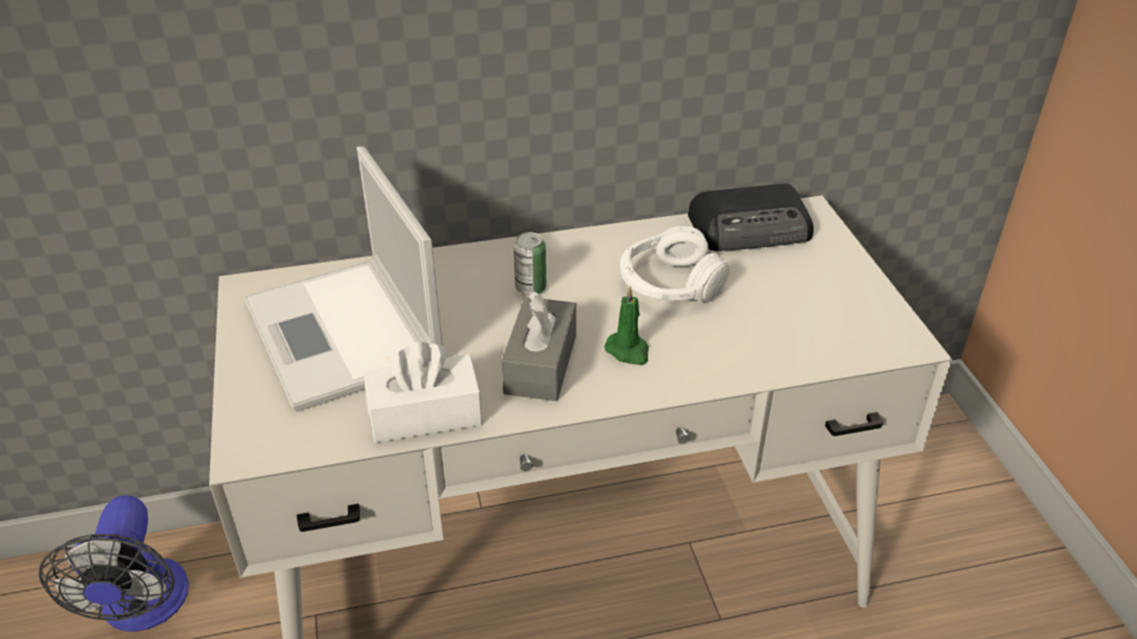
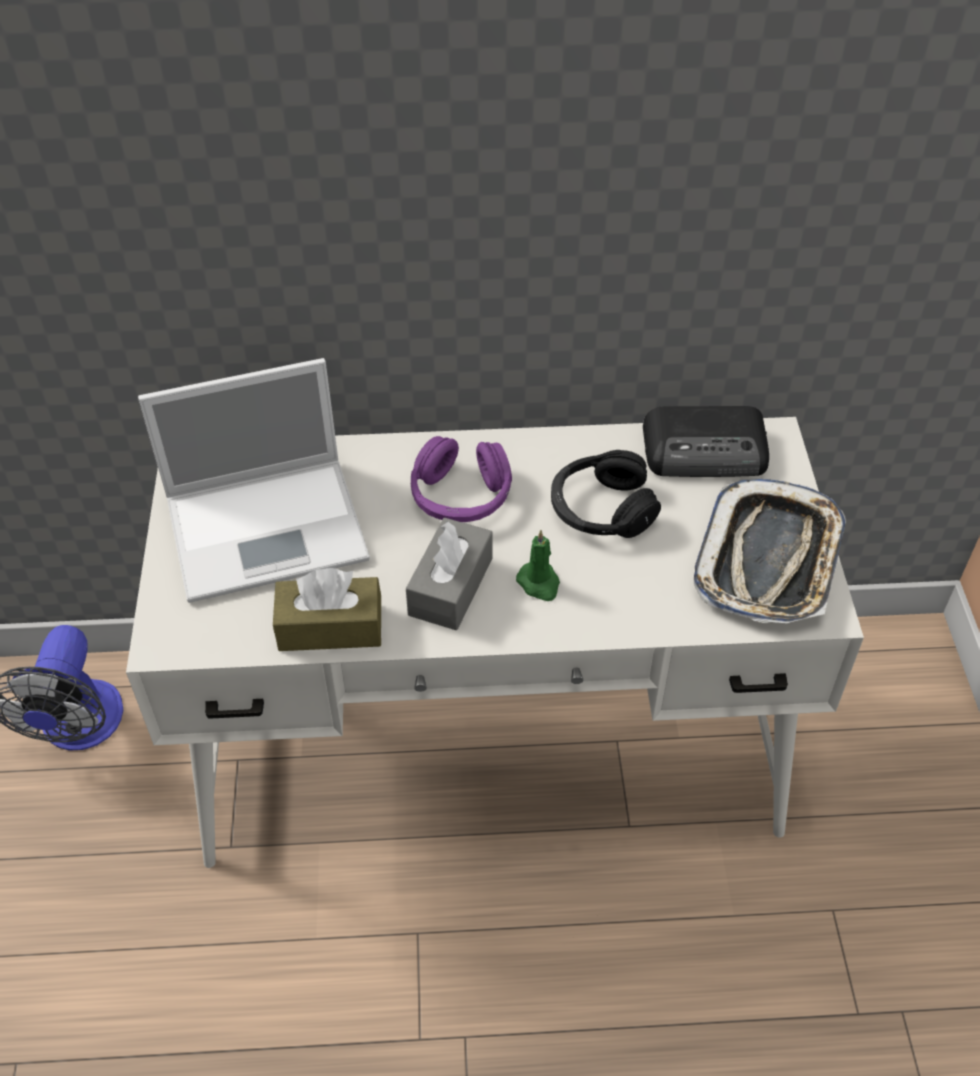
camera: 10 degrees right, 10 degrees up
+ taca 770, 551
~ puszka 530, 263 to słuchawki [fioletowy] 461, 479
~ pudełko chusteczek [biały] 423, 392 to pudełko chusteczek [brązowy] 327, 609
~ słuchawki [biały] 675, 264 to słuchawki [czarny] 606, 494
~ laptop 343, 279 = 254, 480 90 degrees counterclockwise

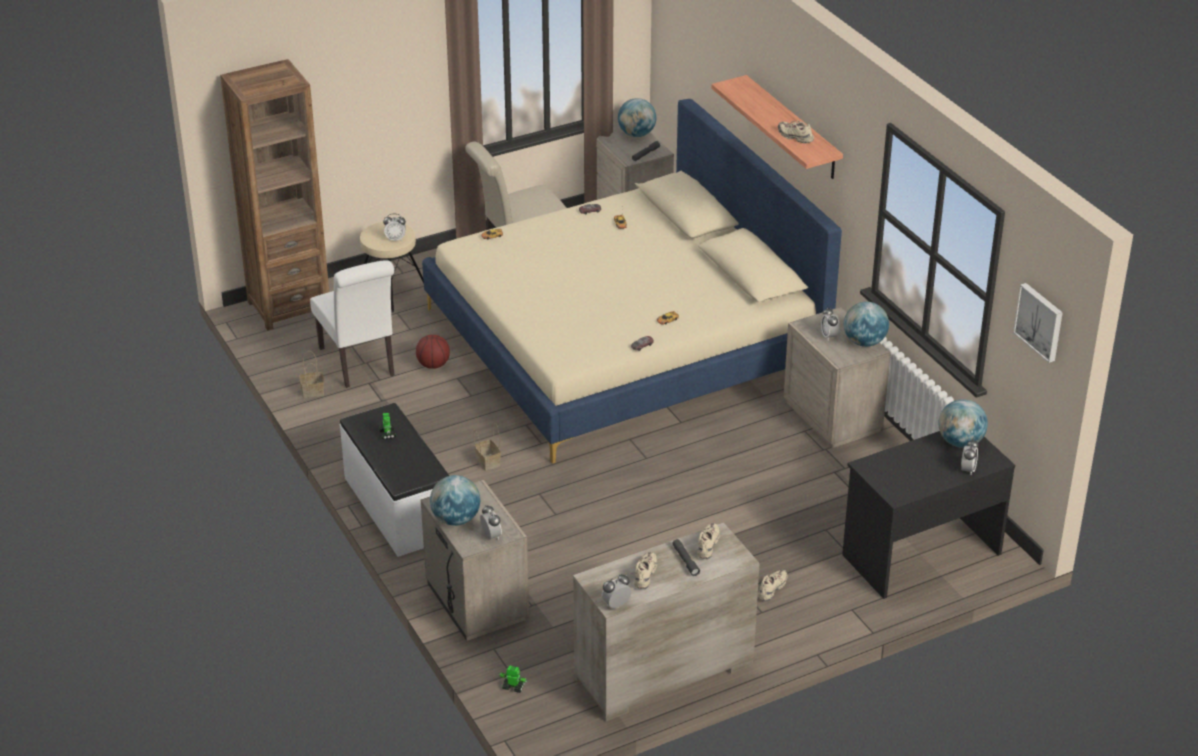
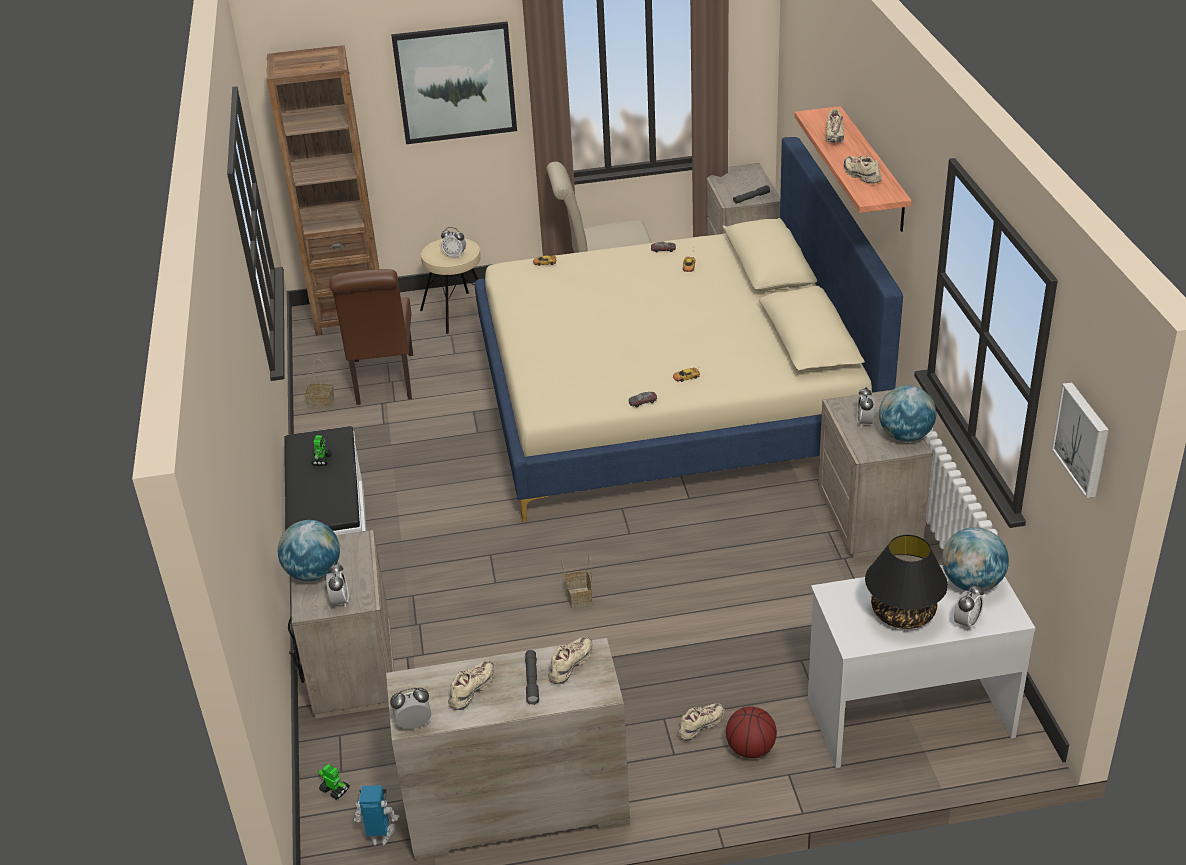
camera: 20 degrees right, 0 degrees up
- globus 637, 117
+ robot zabawkowy 377, 815
+ obraz 454, 83
+ but [beżowy] 835, 126
+ lampa stołowa [czarny] 906, 582
~ piłka do koszykówki 433, 352 to 751, 732
~ koszyk 487, 447 to 576, 581
~ krzesło [biały] 352, 324 to krzesło [brązowy] 371, 337
~ biurko [czarny] 928, 515 to biurko [biały] 921, 666

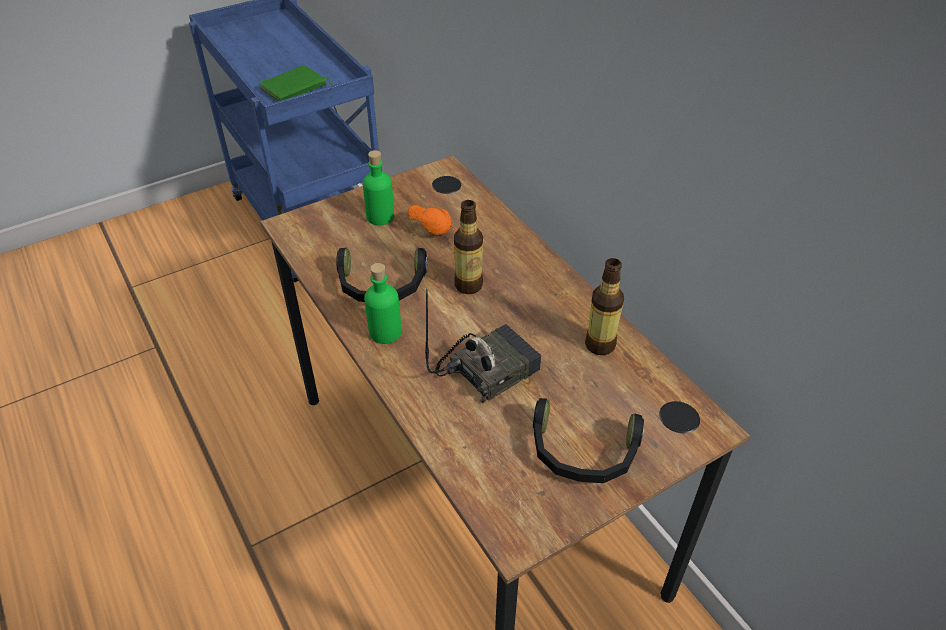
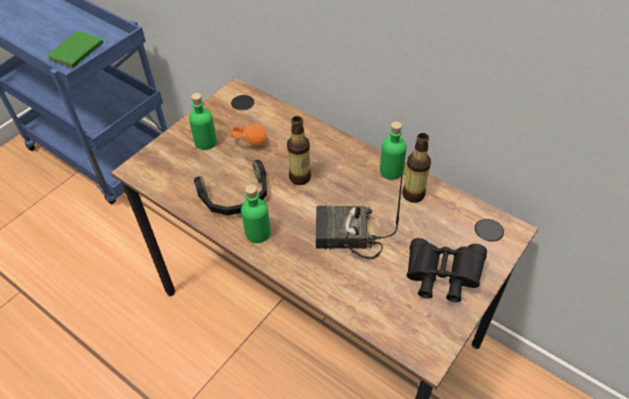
camera: 20 degrees left, 5 degrees up
+ butelka [zielony] 393, 150
~ słuchawki [czarny] 588, 440 to lornetka [czarny] 447, 270
~ radio 483, 346 = 359, 217 120 degrees counterclockwise

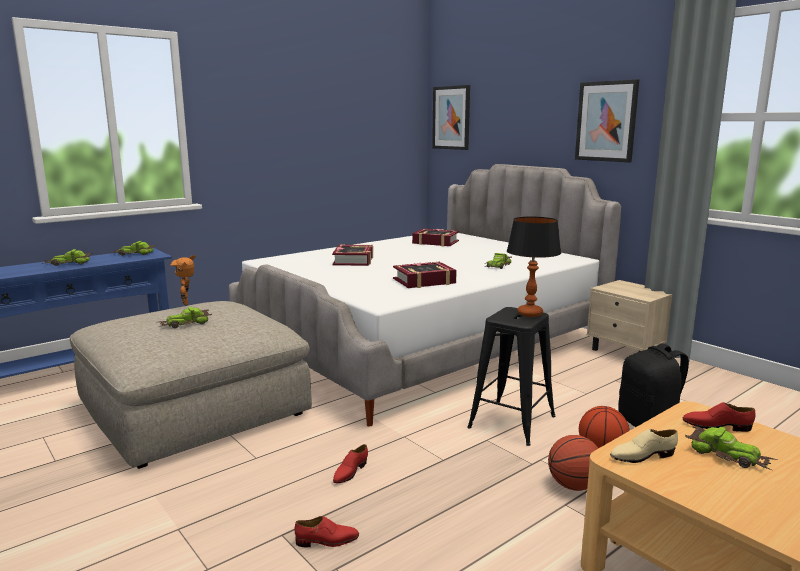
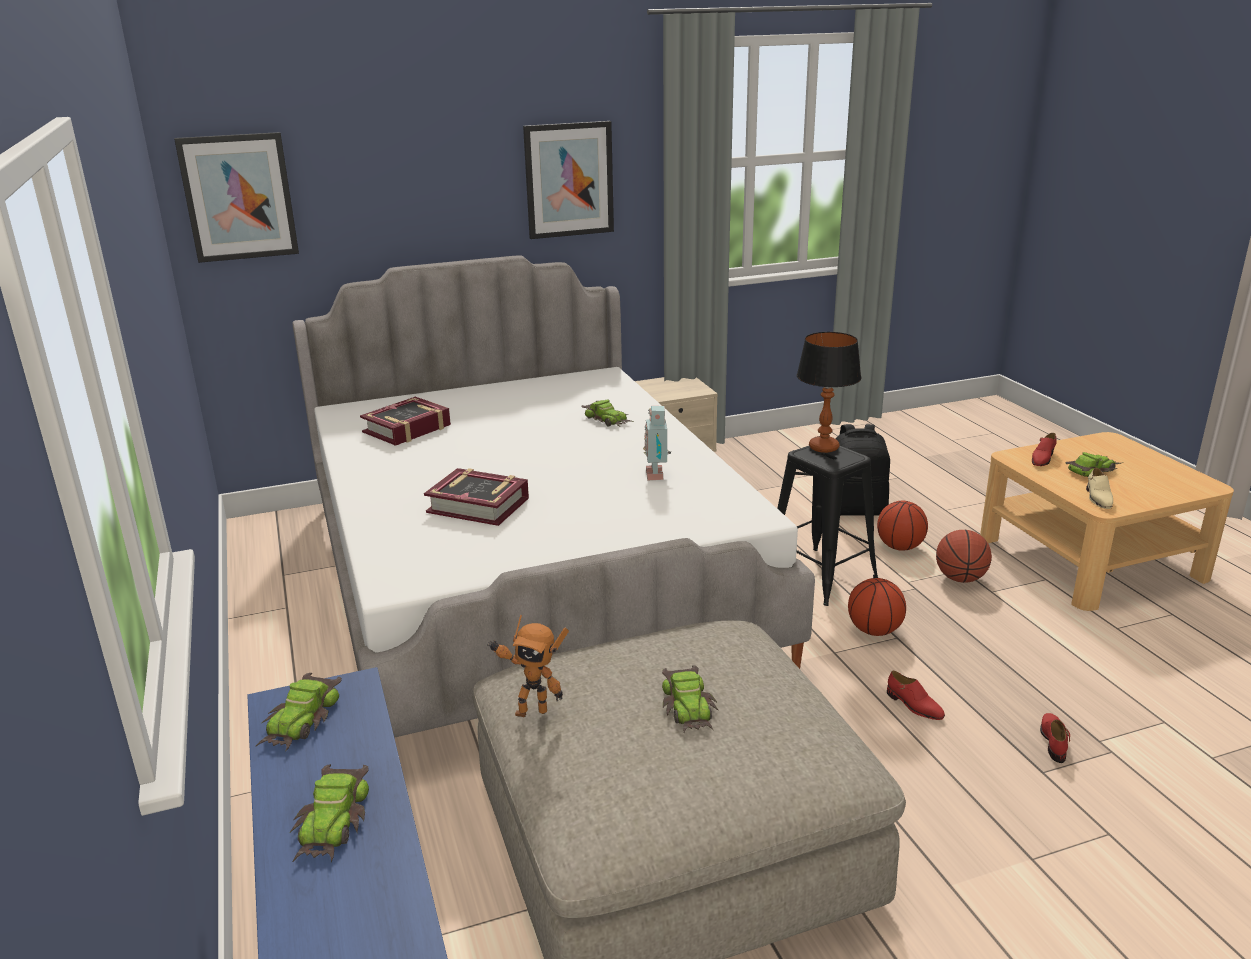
camera: 70 degrees left, 10 degrees up
+ piłka do koszykówki 877, 607
~ książka 425, 275 to robot zabawkowy 657, 443

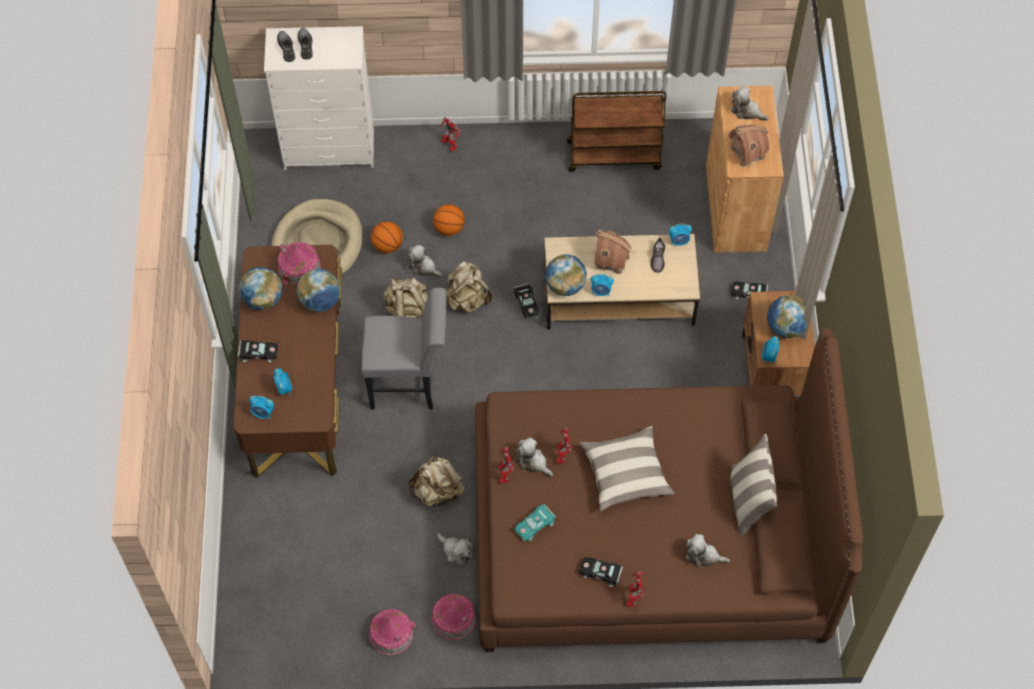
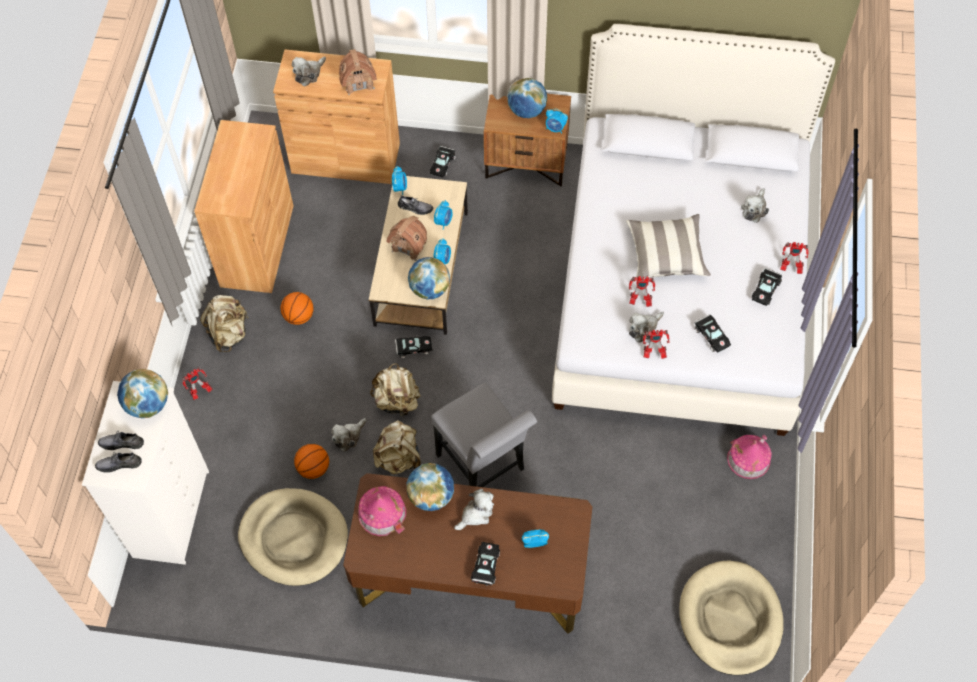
camera: 80 degrees left, 0 degrees up
- domek 392, 632
- poduszka 753, 485
+ legowisko [beżowy] 731, 618
~ globus 261, 288 to 142, 393
~ budzik 261, 407 to 443, 215
~ plecak [beżowy] 436, 481 to 224, 323
~ piłka do koszykówki 449, 220 to 297, 308
~ pluszak 455, 548 to 474, 509
~ wózek [brązowy] 616, 131 to szafka [brązowy] 243, 206
~ łóżko [brązowy] 669, 490 to łóżko [biały] 693, 230
~ samochodzik [turkusowy] 535, 522 to samochodzik [czarny] 713, 333
~ krzesło [szary] 403, 348 = 484, 435 135 degrees clockwise

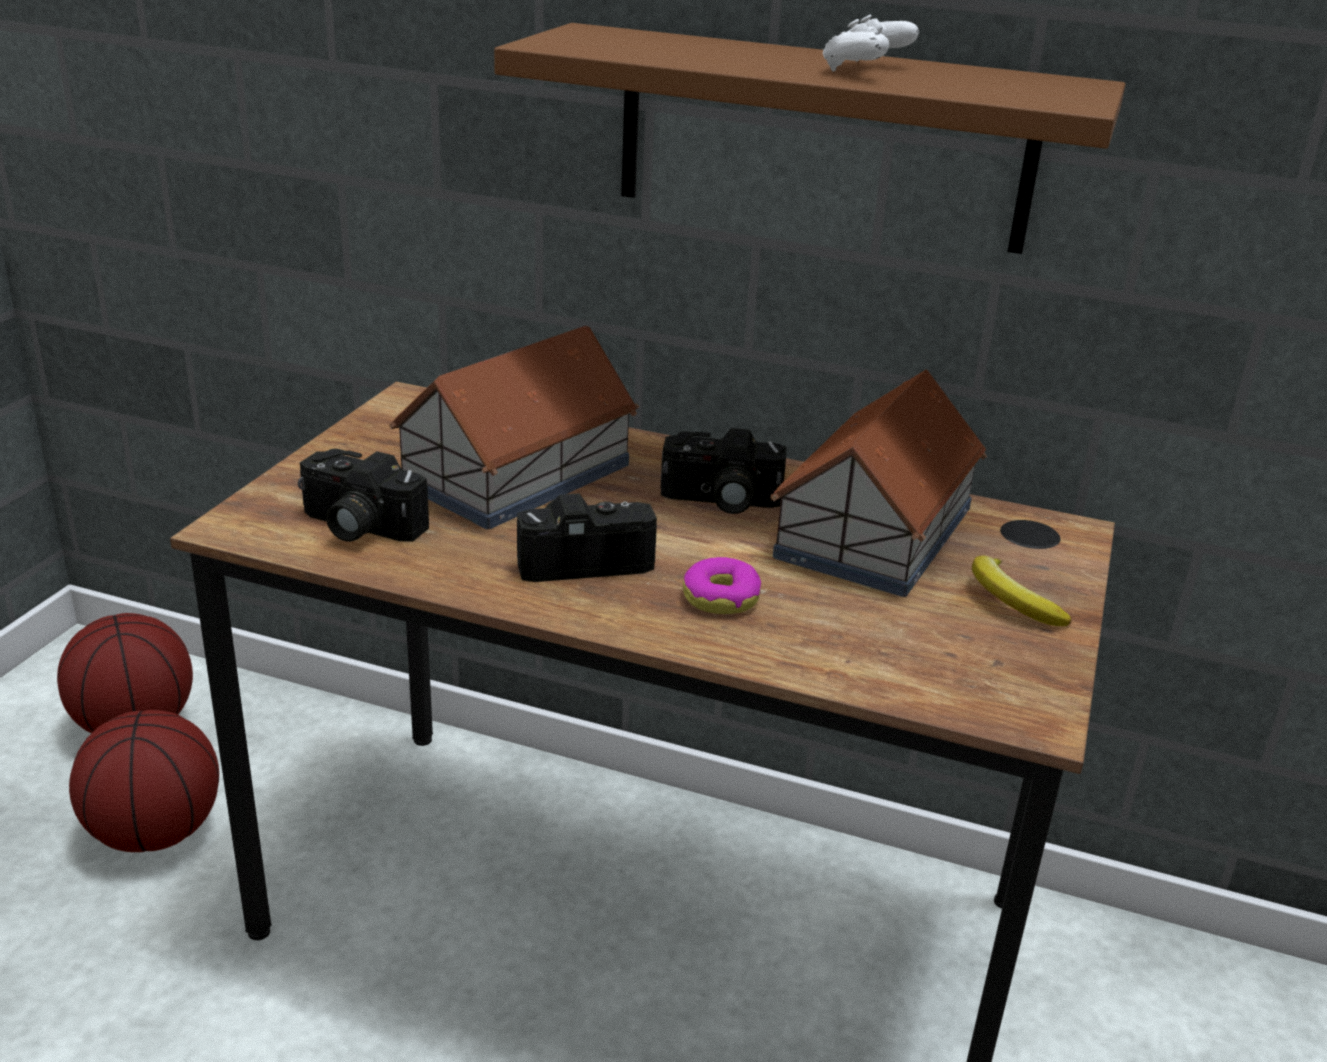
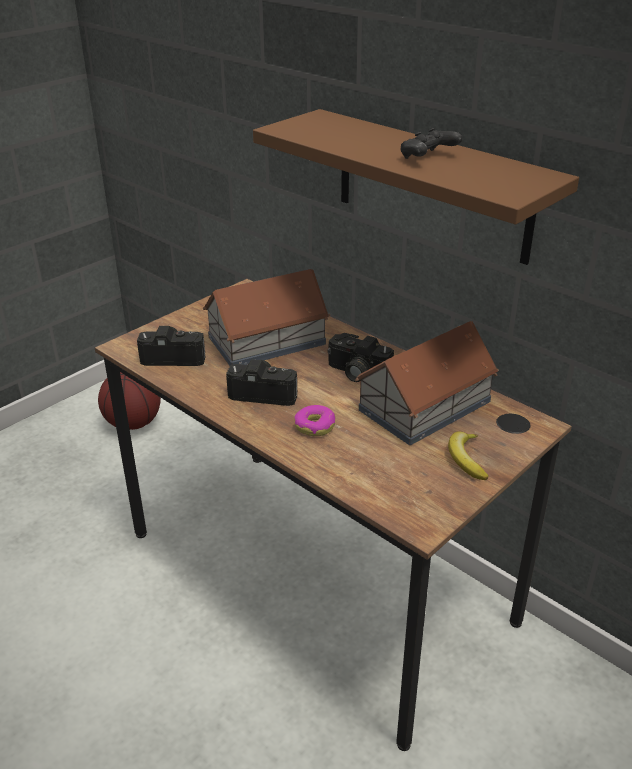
camera: 25 degrees right, 5 degrees up
- piłka do koszykówki 144, 781
~ pad do gier [biały] 871, 43 to pad do gier [czarny] 431, 143
~ aparat fotograficzny 363, 495 = 171, 346 135 degrees clockwise

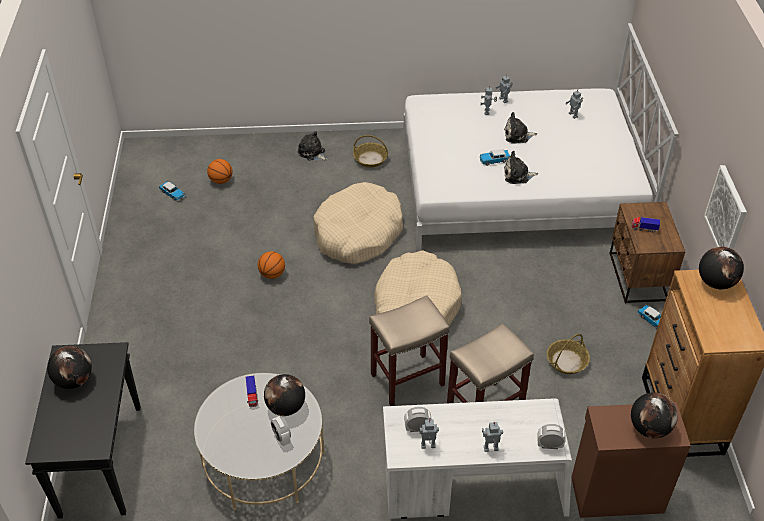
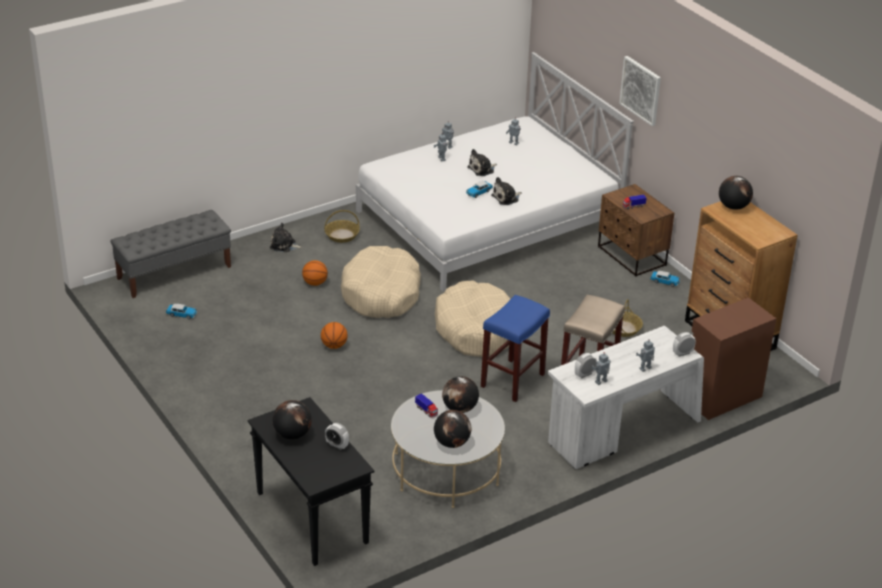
camera: 30 degrees left, 10 degrees down
+ ławka [szary] 171, 254
~ piłka do koszykówki 220, 171 to 315, 273
~ budzik 281, 431 to 337, 436
~ globus 654, 415 to 453, 429
~ obraz 725, 207 to 640, 91
~ stołek [beżowy] 409, 350 to stołek [niebieski] 515, 348

